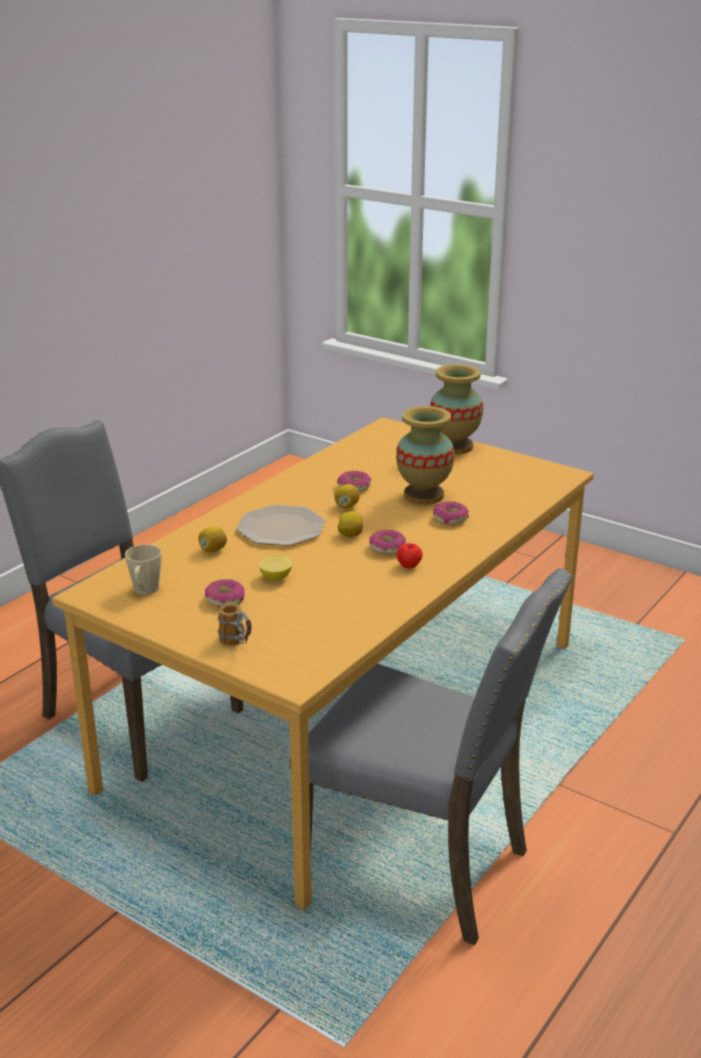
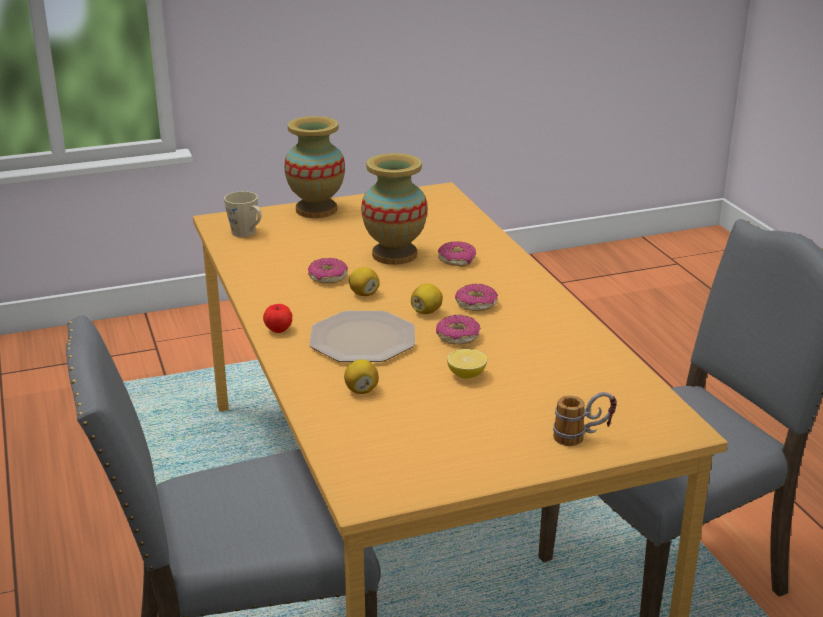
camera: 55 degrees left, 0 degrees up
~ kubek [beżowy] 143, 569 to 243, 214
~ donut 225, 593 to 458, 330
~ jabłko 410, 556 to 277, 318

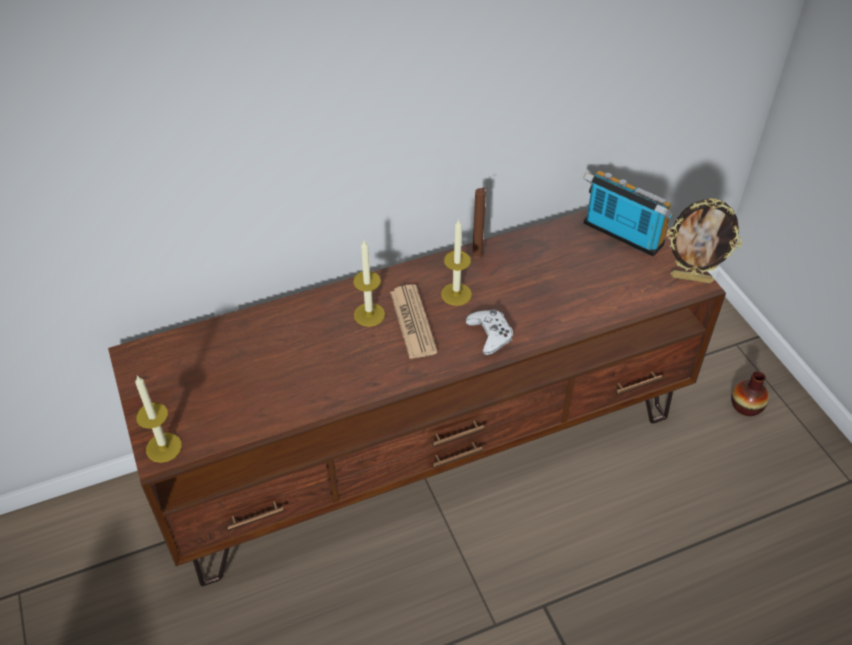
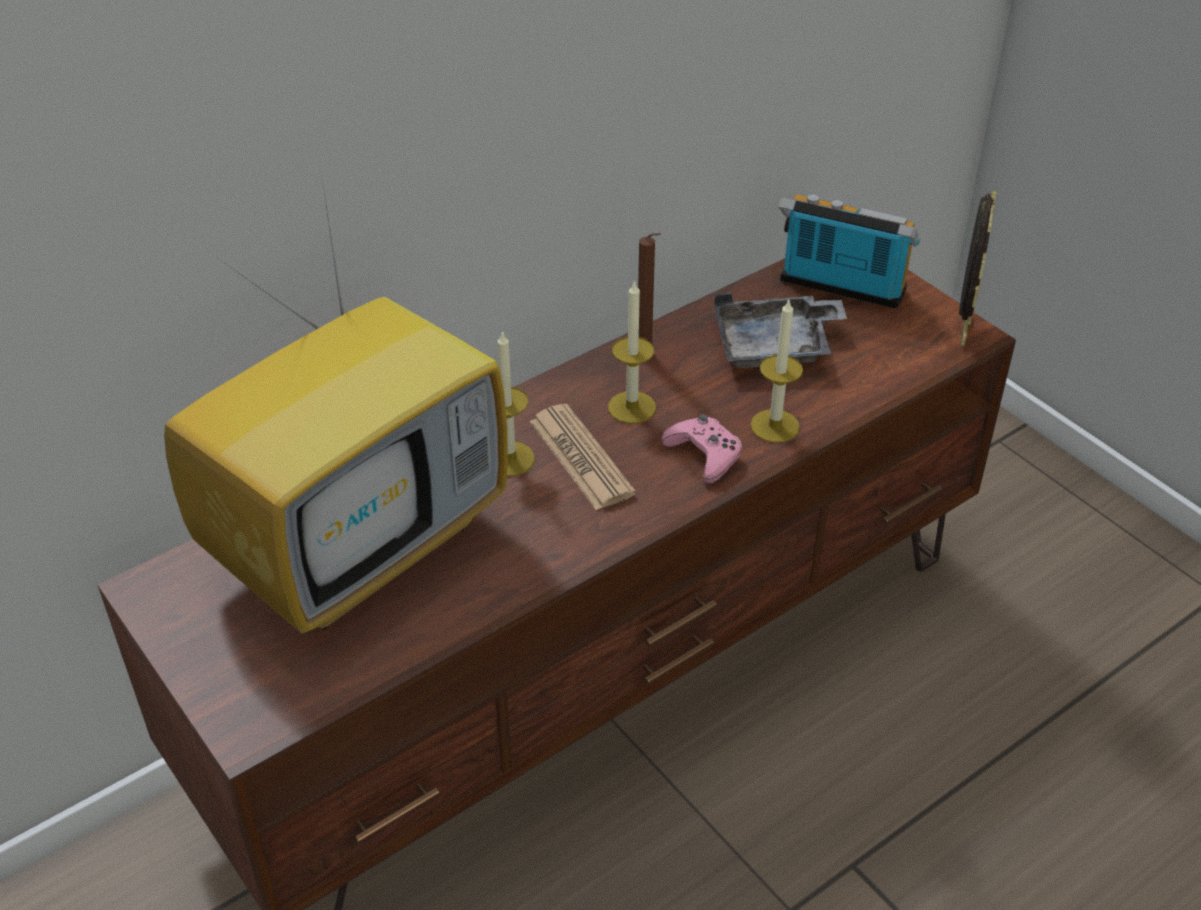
camera: 15 degrees left, 5 degrees down
- wazon 750, 393
+ telewizor 336, 399
+ taca [szary] 780, 330
~ świeca 158, 419 to 777, 370
~ pad do gier [biały] 489, 332 to pad do gier [różowy] 702, 448
~ ramka na zdjęcie 704, 241 = 977, 268 75 degrees counterclockwise

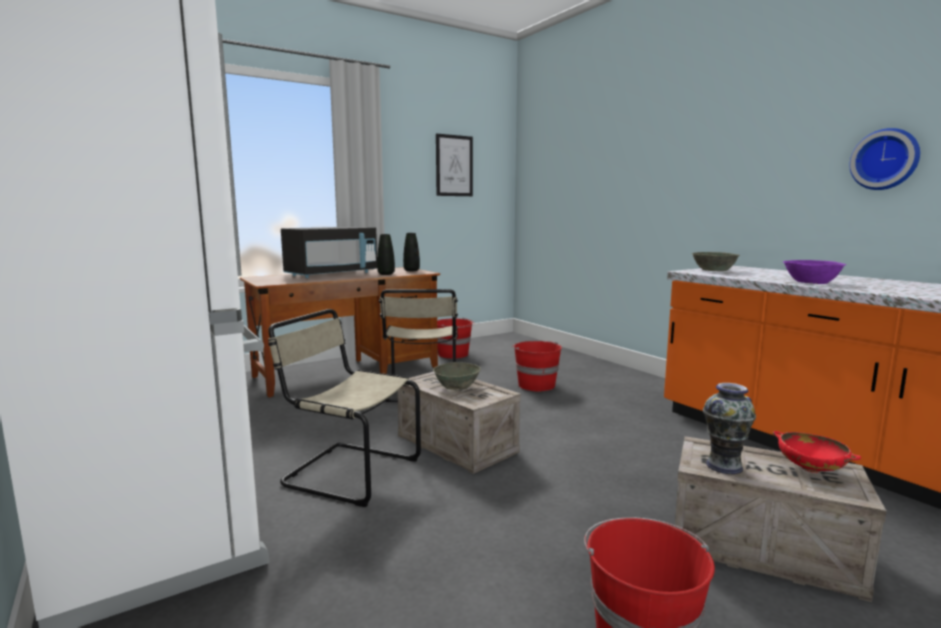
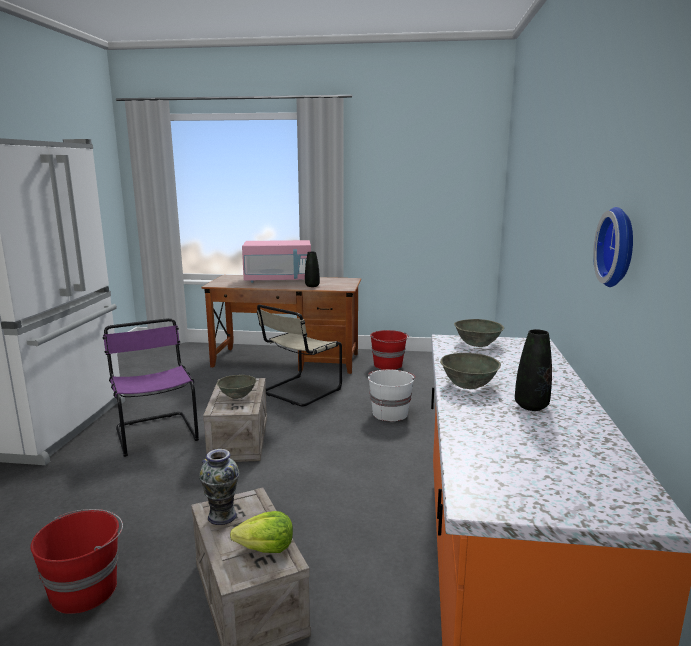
camera: 40 degrees right, 5 degrees up
- obraz 454, 165
~ wazon [czarny] 411, 252 to 533, 370
~ miska [czerwony] 817, 452 to sałata 261, 532
~ krzesło [beżowy] 344, 408 to krzesło [fioletowy] 151, 387
~ mikrofalówka [czarny] 329, 252 to mikrofalówka [różowy] 276, 261
~ wiadro [czerwony] 537, 366 to wiadro [biały] 391, 395
~ miska [fioletowy] 814, 272 to miska [szary] 470, 371

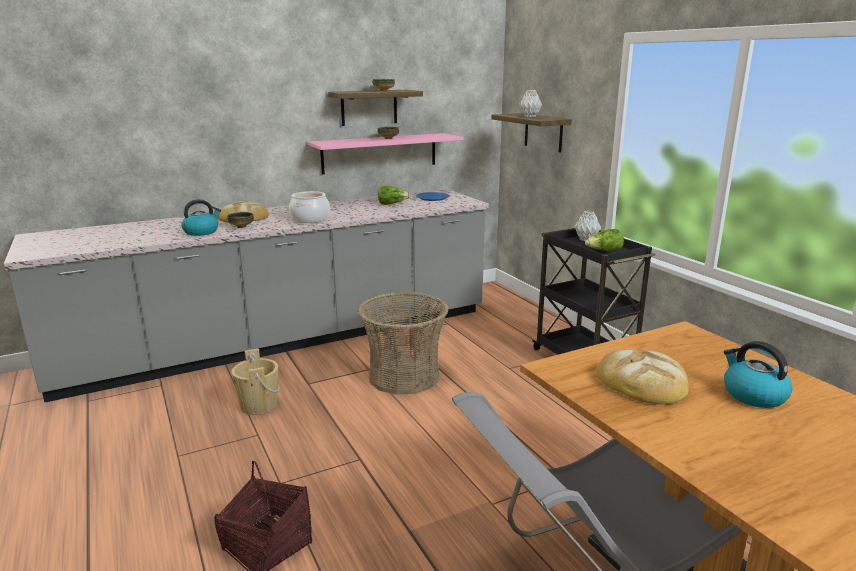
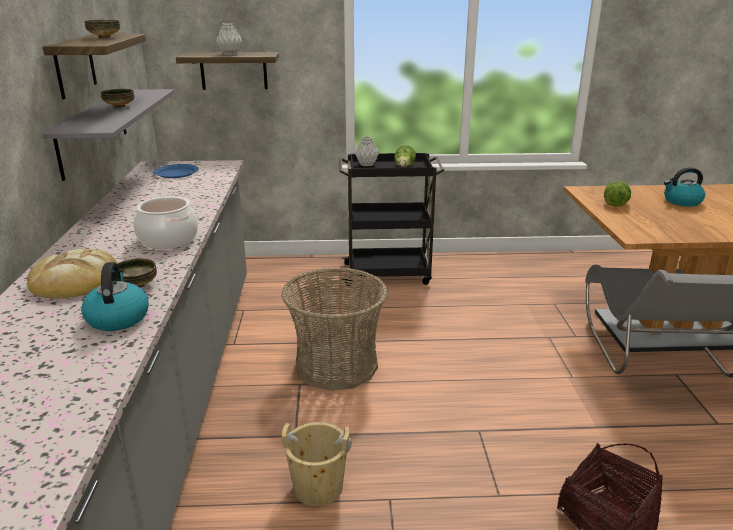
camera: 65 degrees left, 5 degrees up
- chleb 642, 376
~ sałata 394, 195 to 617, 194
~ półka [różowy] 386, 153 to półka [szary] 108, 135

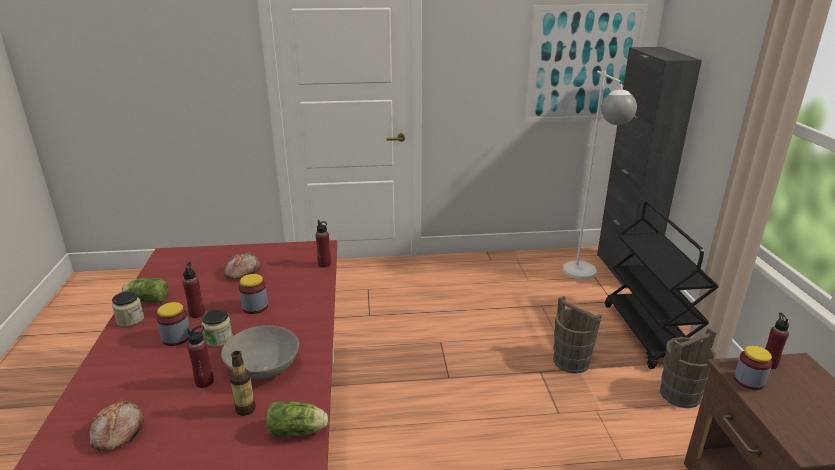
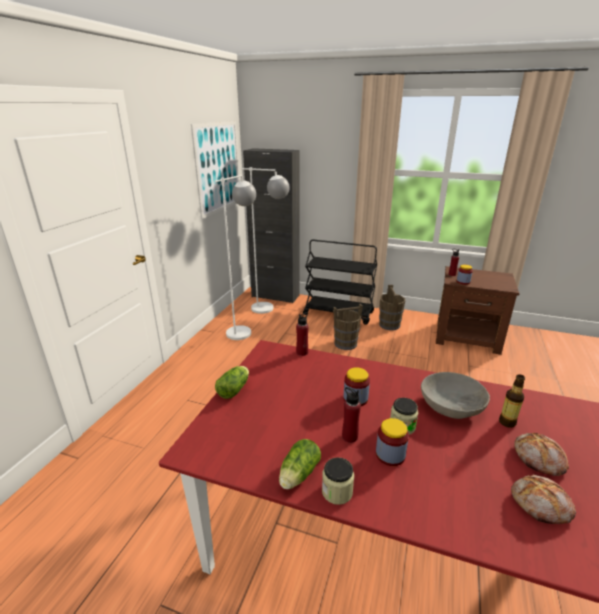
camera: 65 degrees left, 0 degrees up
- butelka [czerwony] 200, 356
+ lampa stojąca [biały] 235, 257
~ chleb 242, 265 to 541, 454
~ sałata 297, 419 to 232, 382

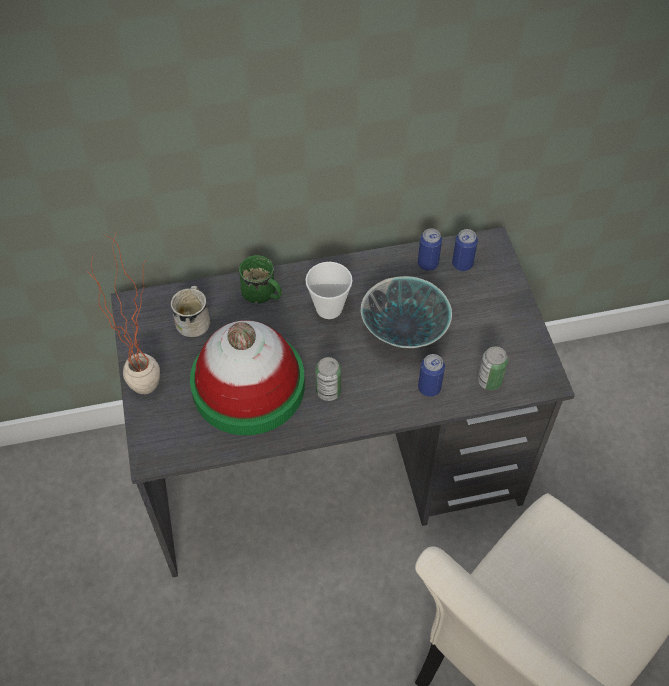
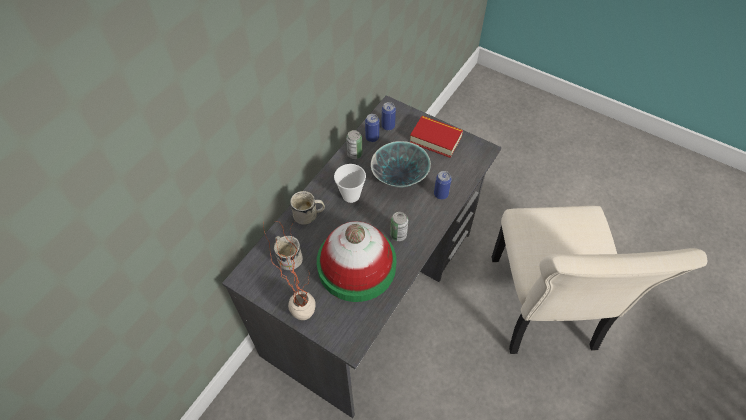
camera: 45 degrees left, 0 degrees up
+ książka 436, 137
~ puszka 493, 368 to 354, 144
~ kubek [zielony] 260, 279 to kubek [biały] 307, 208

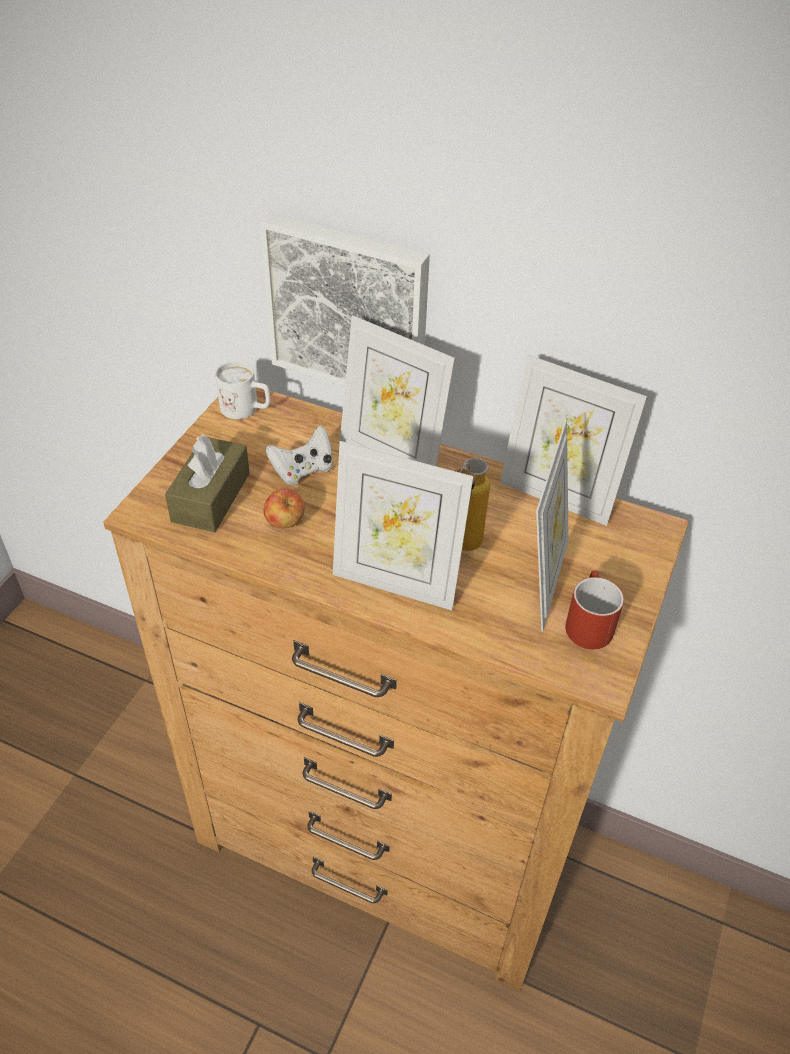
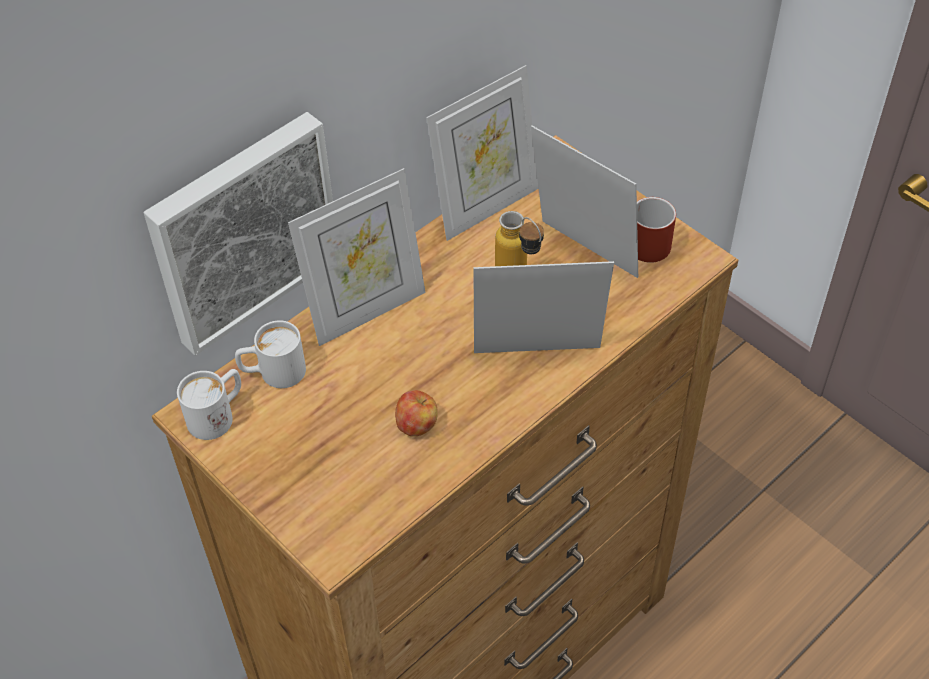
camera: 65 degrees left, 5 degrees up
- pudełko chusteczek [brązowy] 207, 483
- pad do gier [biały] 299, 455
+ kubek [biały] 270, 354
~ ramka na zdjęcie 403, 525 = 543, 307 135 degrees counterclockwise

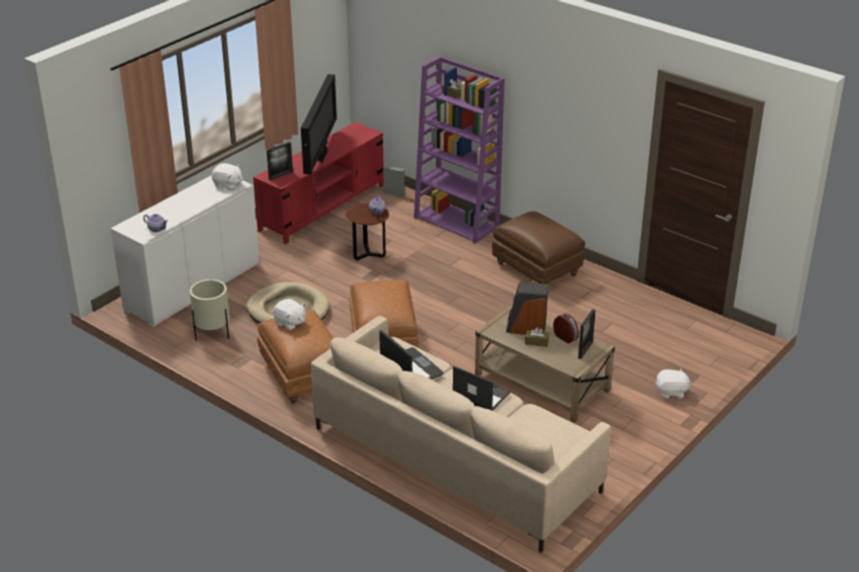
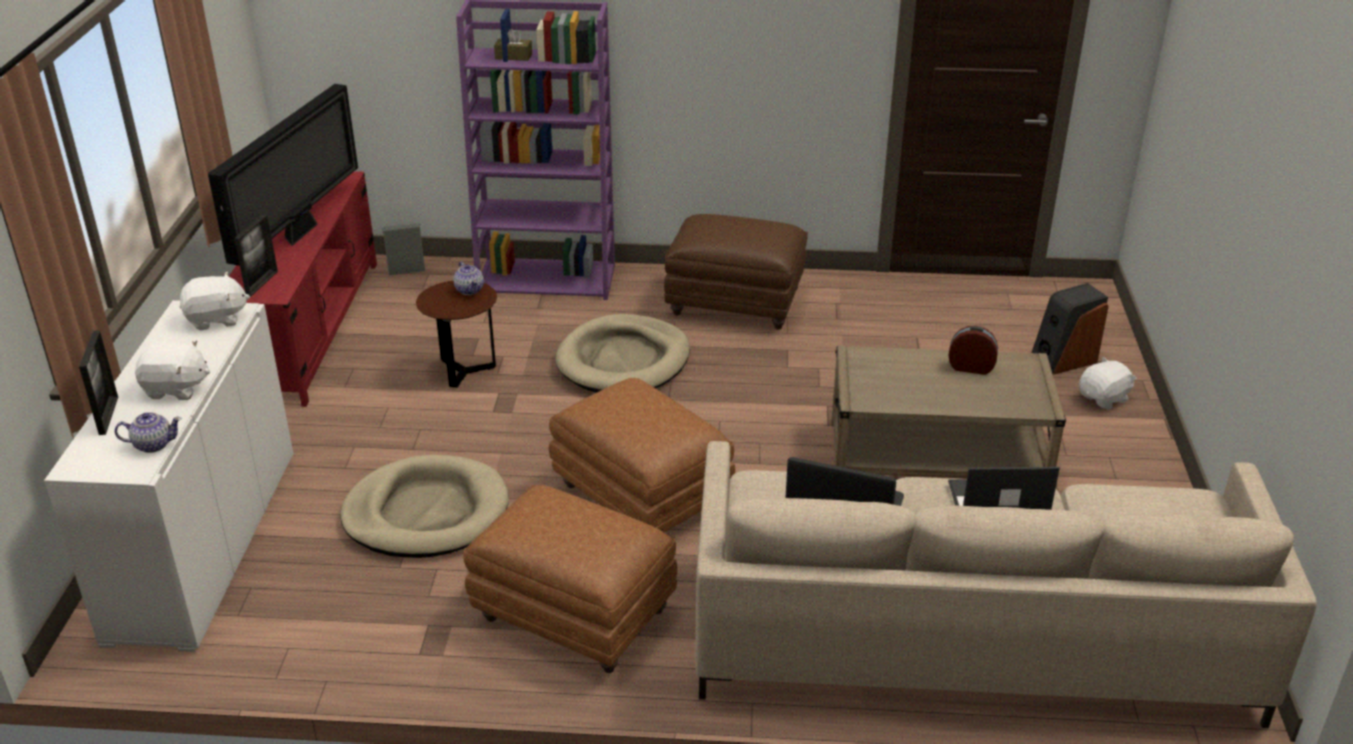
camera: 35 degrees left, 0 degrees up
- donica [beżowy] 210, 309
- pudełko chusteczek [brązowy] 537, 337
+ legowisko [beżowy] 622, 353
~ pluszak [biały] 289, 315 to 172, 370
~ głośnik 527, 308 to 1070, 329
~ ramka na zdjęcie 586, 334 to 98, 382
~ telewizor 319, 124 = 283, 175 45 degrees clockwise

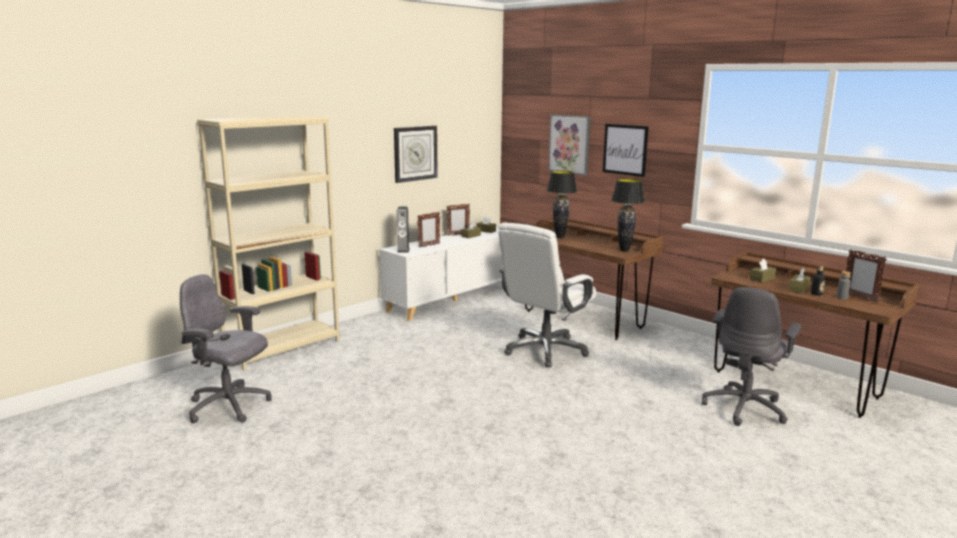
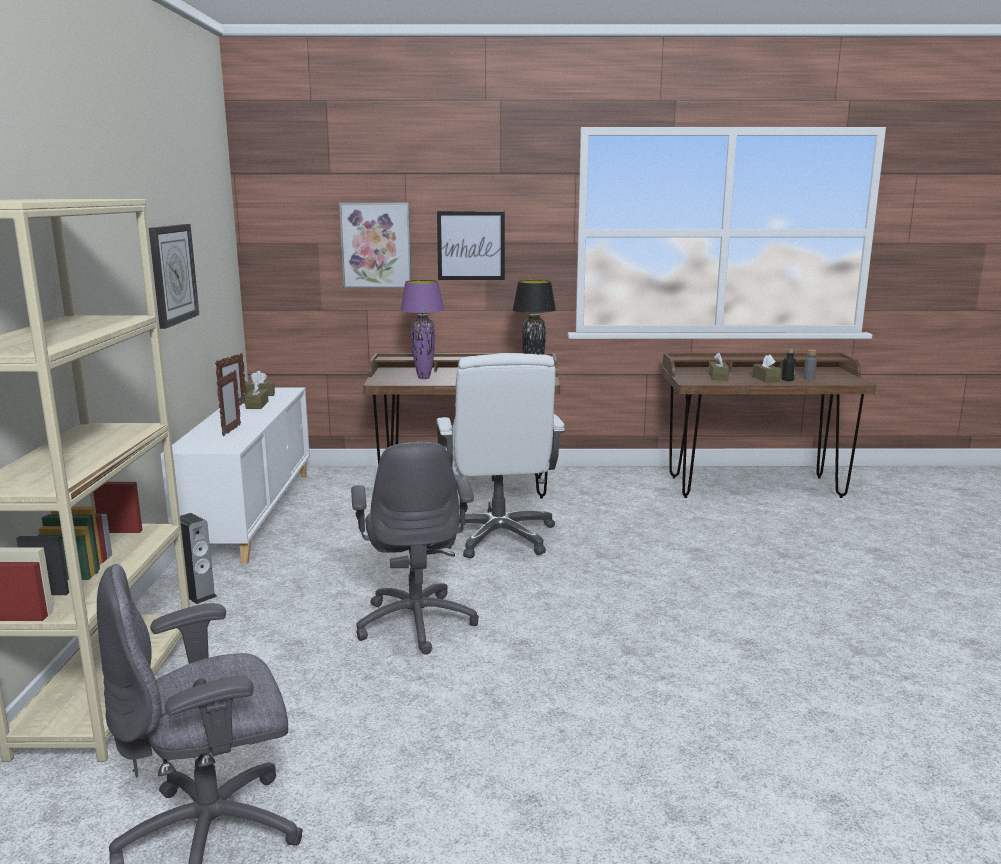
camera: 45 degrees left, 0 degrees up
- ramka na zdjęcie 866, 276
~ głośnik 403, 229 to 198, 558
~ krzesło biurowe [szary] 752, 356 to 415, 548
~ lampa stołowa [czarny] 562, 204 to lampa stołowa [fioletowy] 422, 329

